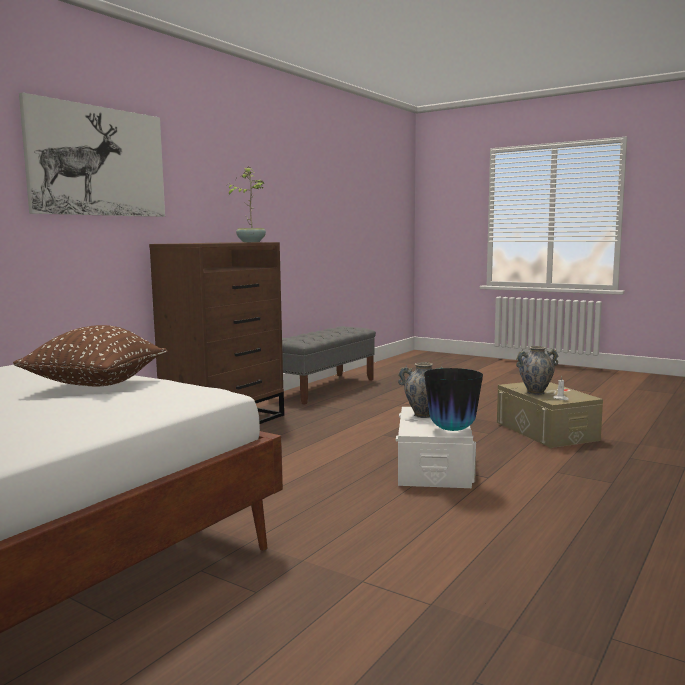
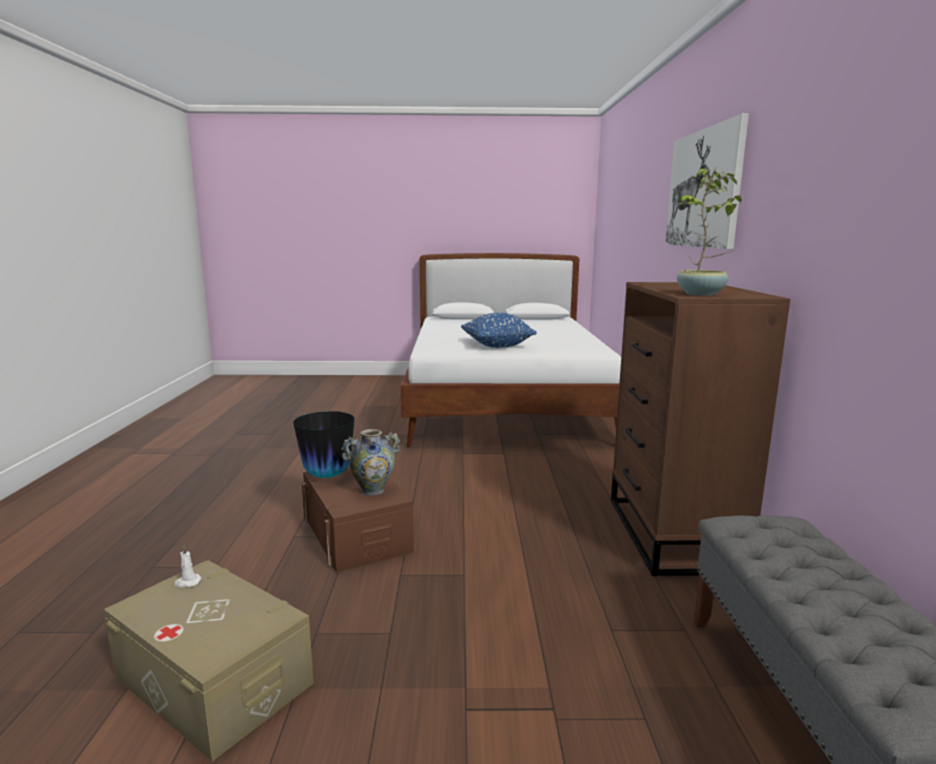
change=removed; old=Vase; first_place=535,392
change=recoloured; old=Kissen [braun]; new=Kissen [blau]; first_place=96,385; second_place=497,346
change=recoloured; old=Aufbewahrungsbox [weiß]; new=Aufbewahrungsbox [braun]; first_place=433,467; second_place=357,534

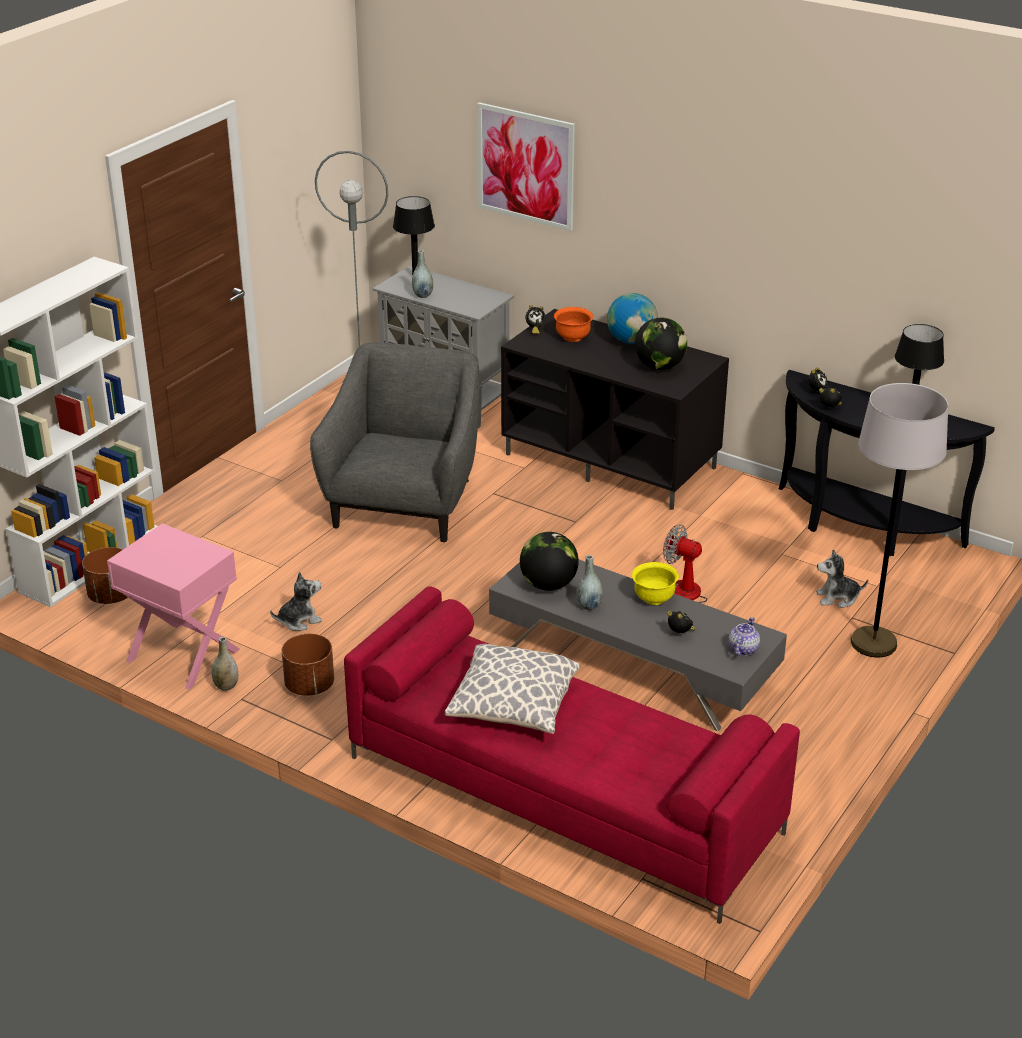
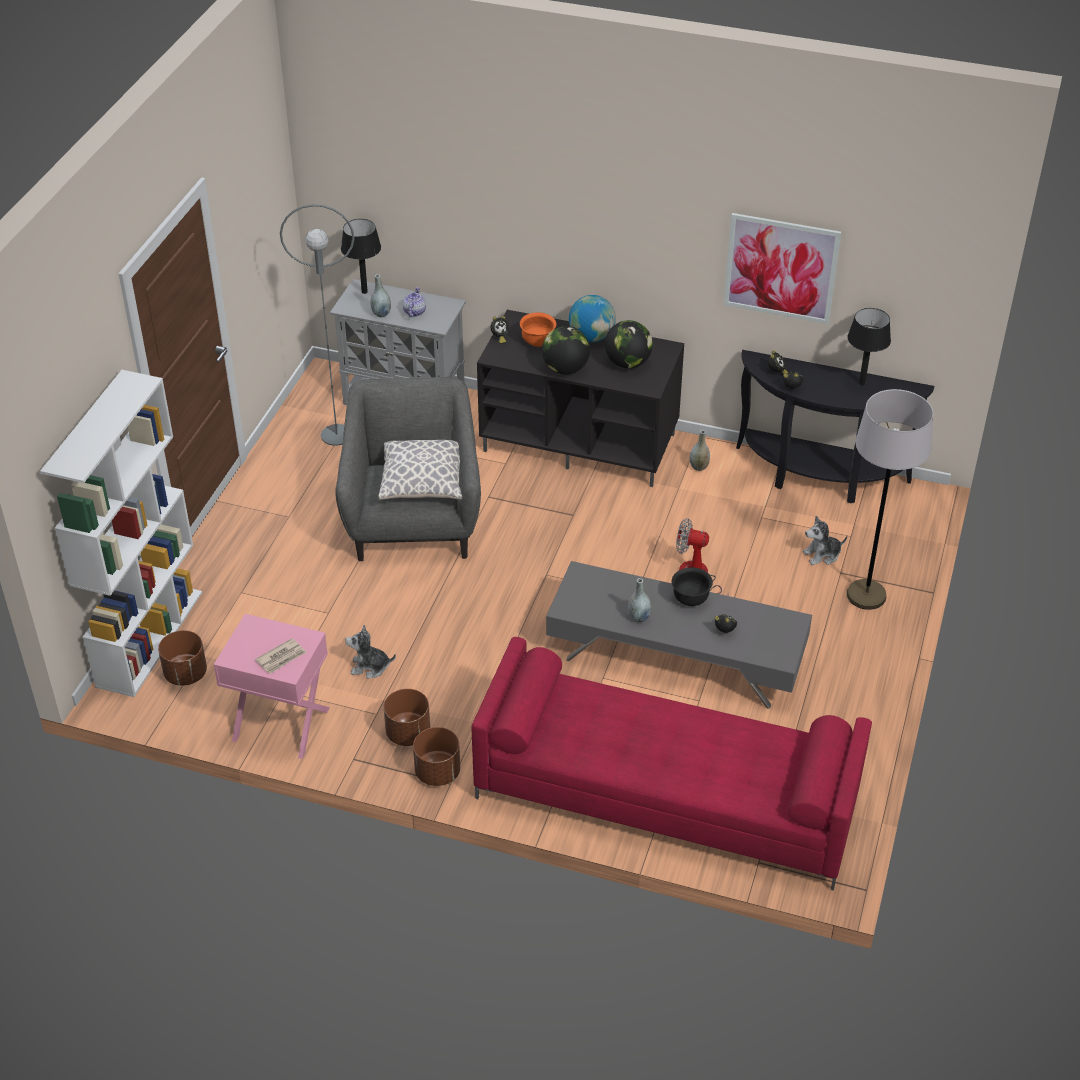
change=added; new=Zeitung; second_place=281,658
change=added; new=Pflanzkübel [braun]; second_place=437,772
change=moved; old=Vase [grau]; first_place=226,686; second_place=699,467
change=moved; old=Kissen; first_place=513,707; second_place=423,484
change=moved; old=Bild; first_place=526,166; second_place=781,268
change=moved; old=Globus; first_place=548,585; second_place=565,369
change=moved; old=Teekanne; first_place=742,649; second_place=414,311
change=recoloured; old=Schüssel [gelb]; new=Schüssel [schwarz]; first_place=654,598; second_place=690,599
change=turned; old=Plüschtier; first_place=299,620; second_place=370,667; degrees=-135

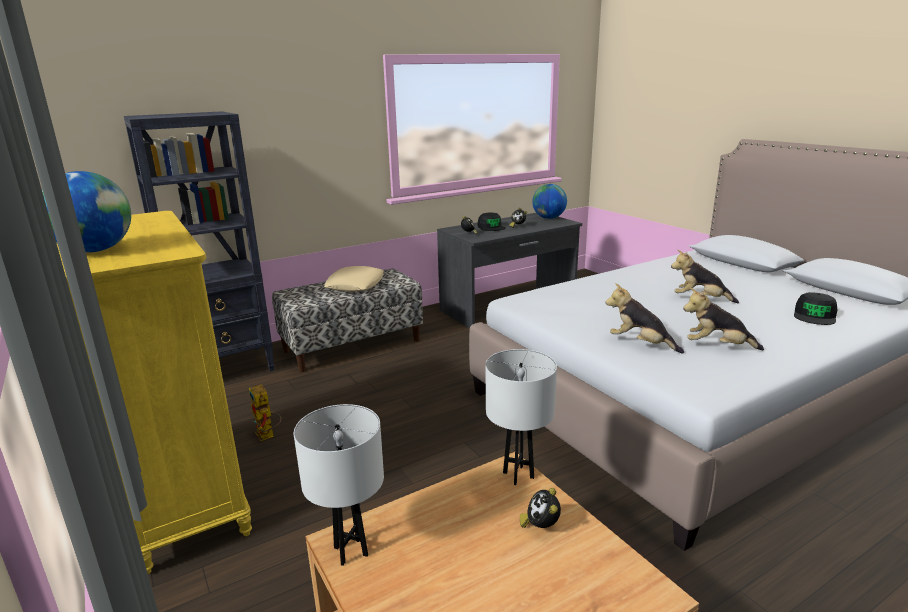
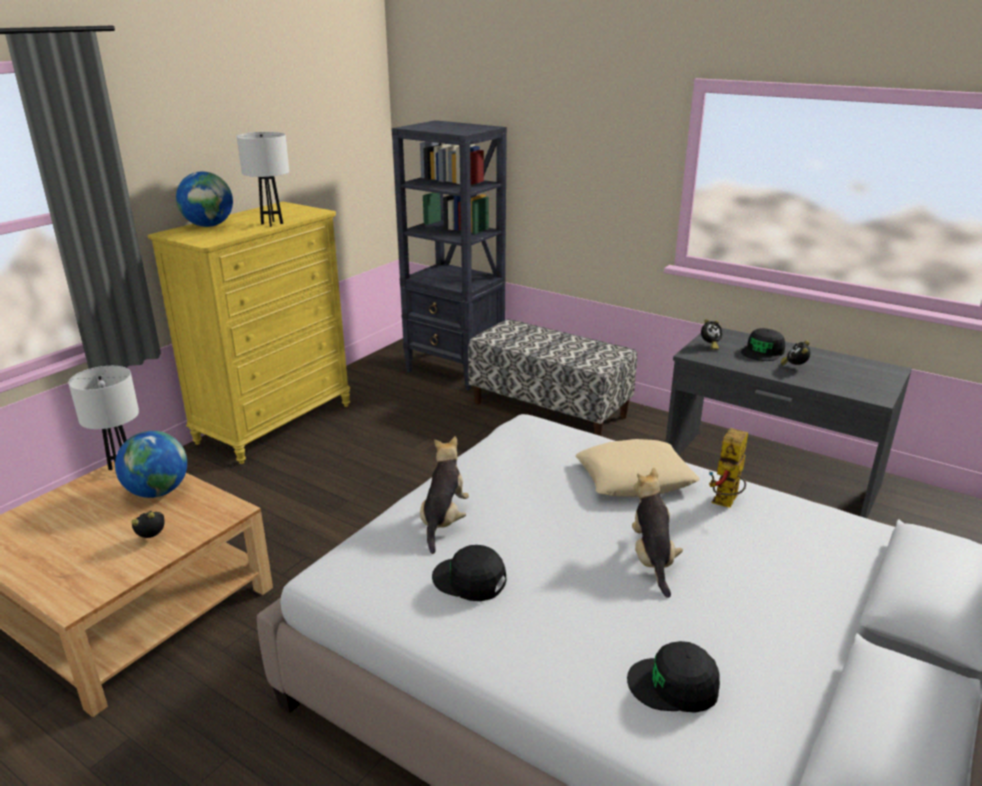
change=moved; old=Spielzeugroboter; first_place=268,436; second_place=725,503
change=moved; old=Kissen [beige]; first_place=355,285; second_place=634,478
change=moved; old=Tischlampe [weiß]; first_place=518,475; second_place=272,223
change=moved; old=Globus; first_place=548,218; second_place=158,492
change=replaced; old=Plüschtier; new=Kappe [schwarz]; first_place=717,346; second_place=470,580

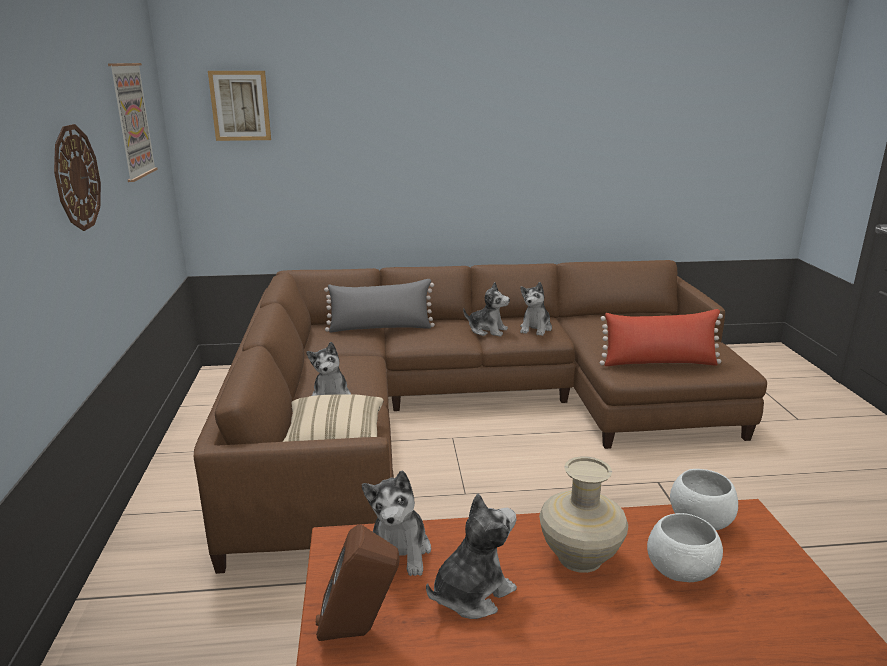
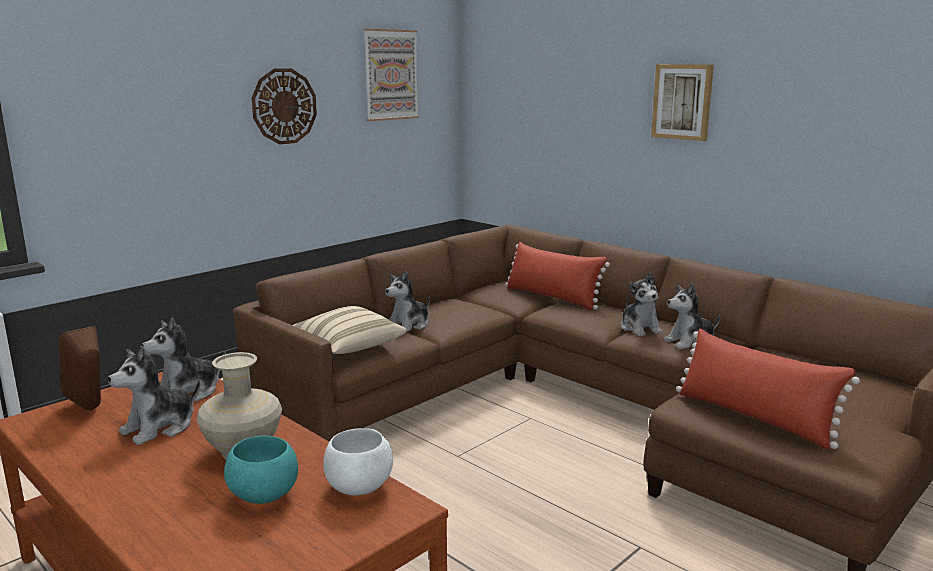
change=moved; old=Bild; first_place=240,105; second_place=682,102
change=recoloured; old=Kissen [grau]; new=Kissen [rot]; first_place=380,328; second_place=552,297
change=recoloured; old=Schüssel [weiß]; new=Schüssel [türkis]; first_place=681,573; second_place=263,497
change=turned; old=Plüschtier; first_place=471,593; second_place=160,427; degrees=120

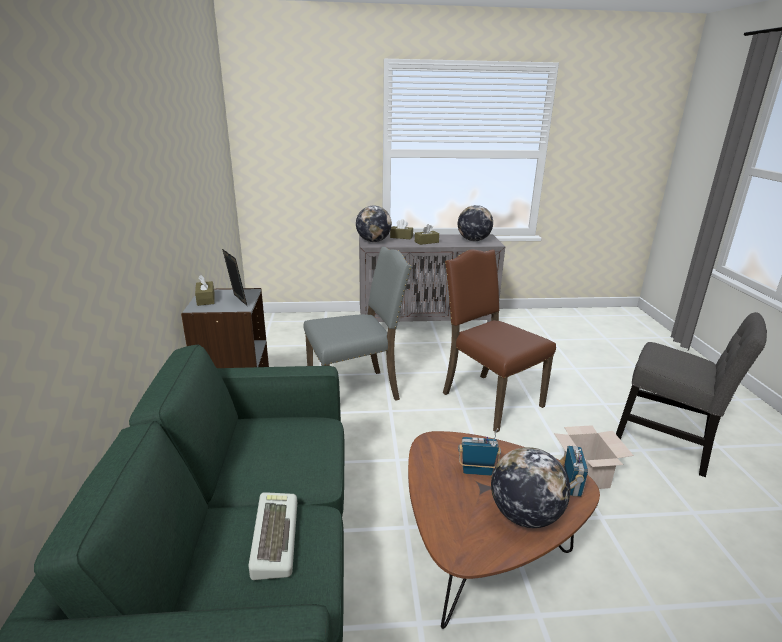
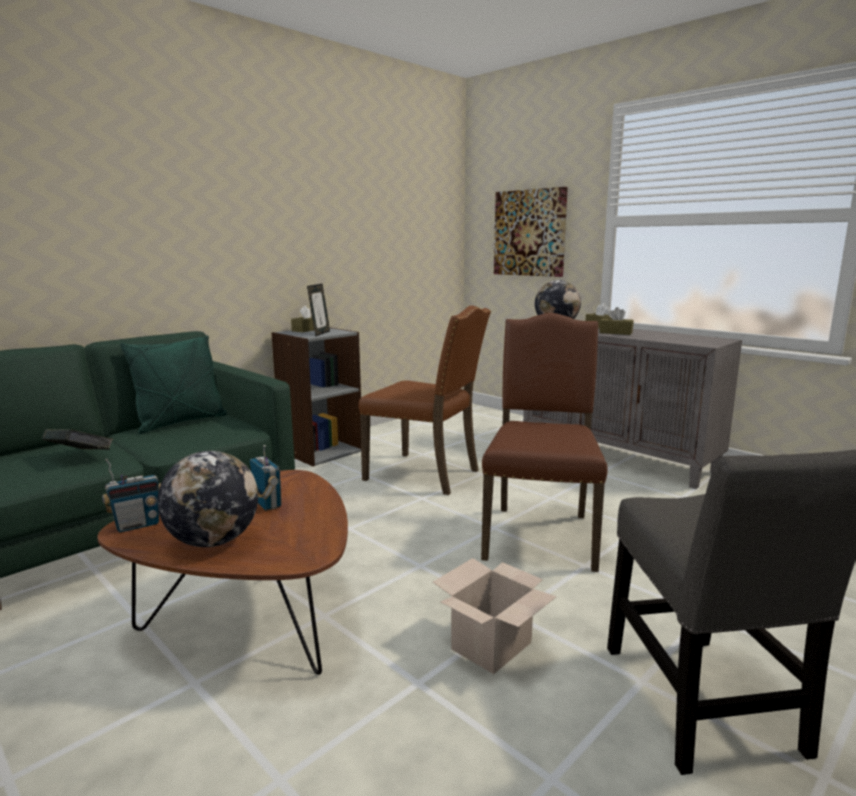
change=removed; old=Globus; first_place=473,240
change=added; new=Kissen [grün]; second_place=181,422
change=added; new=Bild; second_place=530,233
change=moved; old=Radio; first_place=570,486; second_place=137,525
change=replaced; old=Tastatur; new=Buch; first_place=273,538; second_place=80,458
change=recoloured; old=Stuhl [grau]; new=Stuhl [braun]; first_place=355,391; second_place=425,474

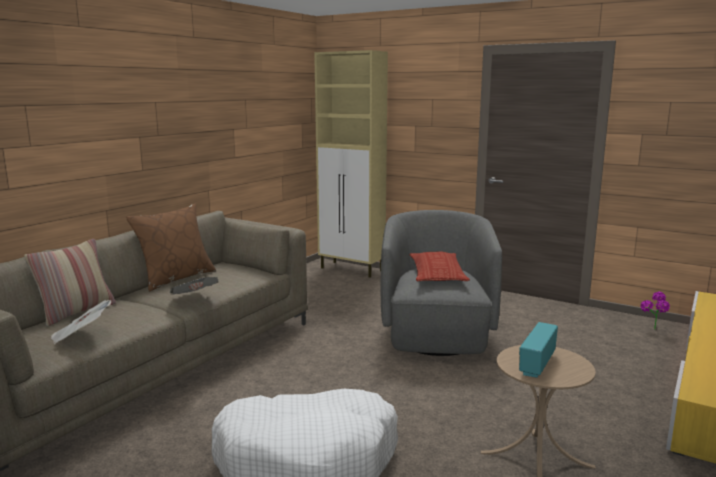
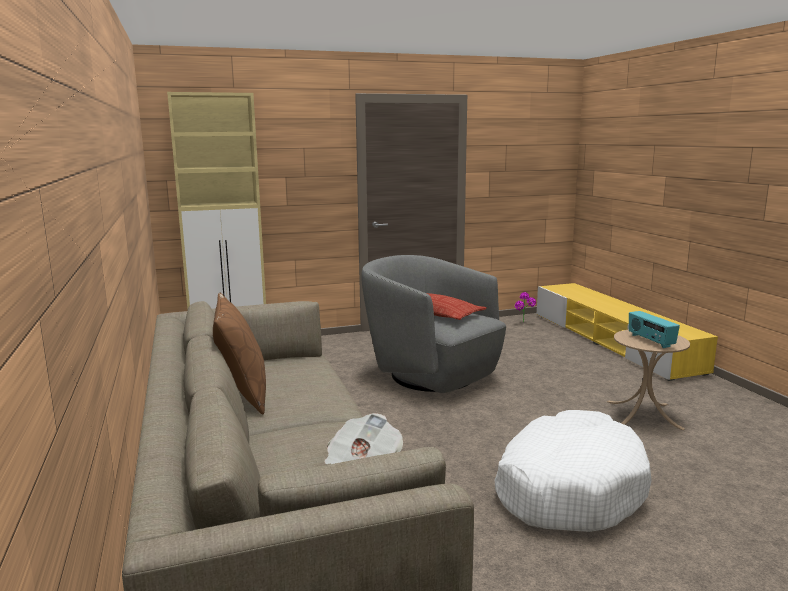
change=removed; old=Kissen; first_place=76,312
change=removed; old=Zeitung; first_place=195,299

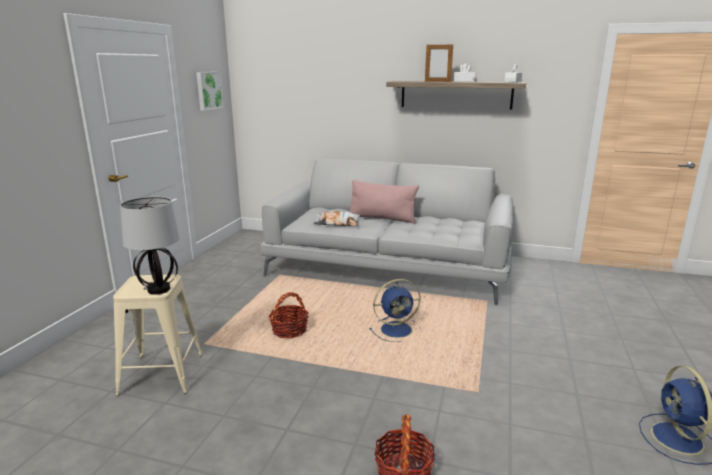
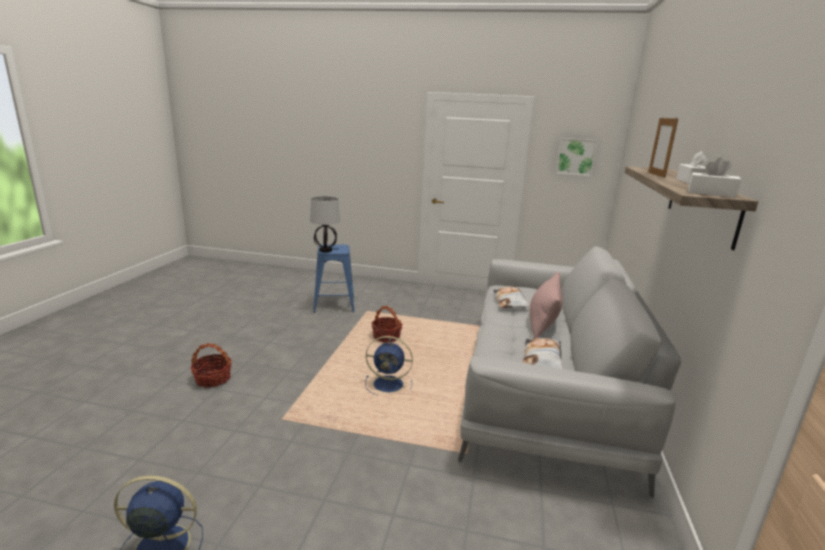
change=added; new=Kissen; second_place=542,358
change=recoloured; old=Hocker [beige]; new=Hocker [blau]; first_place=162,374; second_place=334,304
change=turned; old=Ventilator [blau]; first_place=397,329; second_place=389,384; degrees=-60

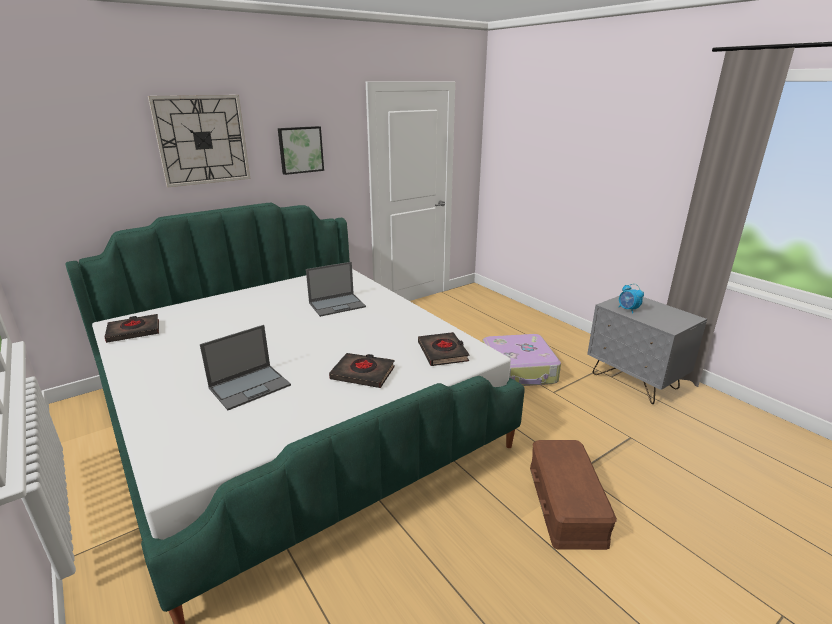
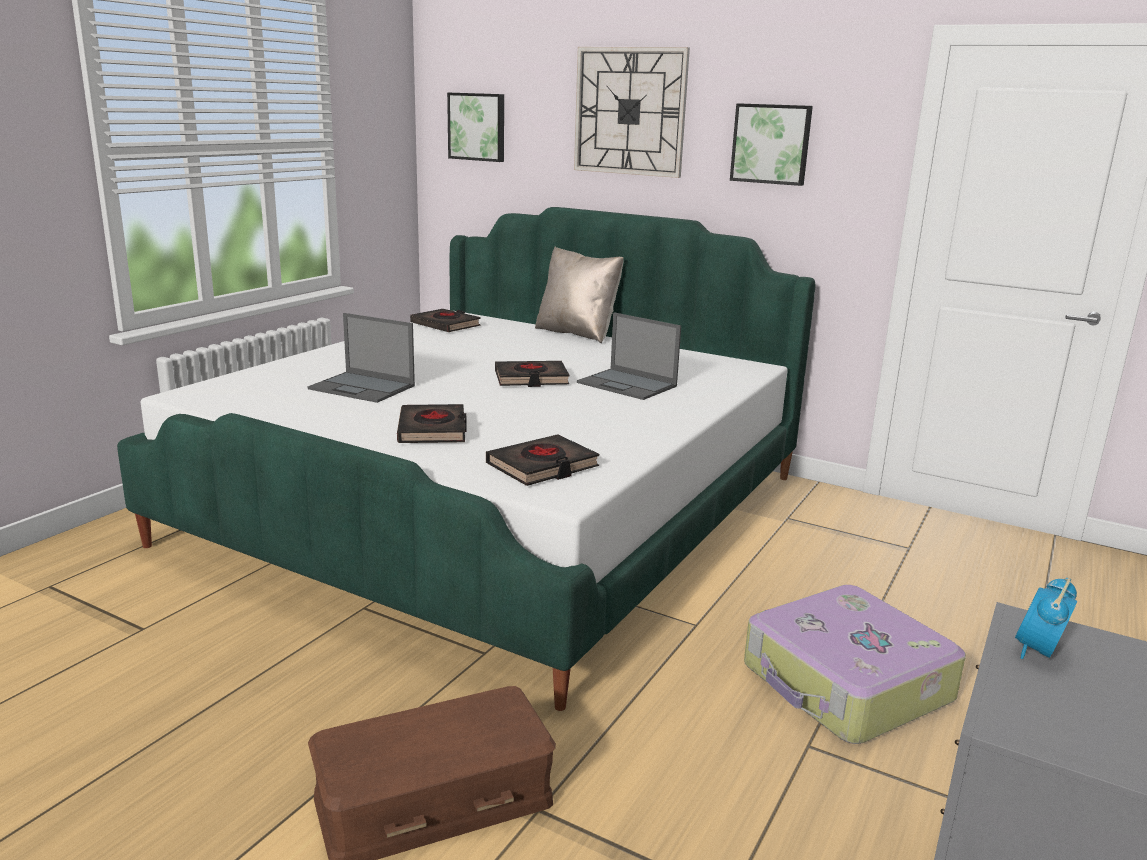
change=added; new=Bild; second_place=477,127
change=added; new=Buch [schwarz]; second_place=531,379
change=added; new=Kissen [beige]; second_place=577,333

